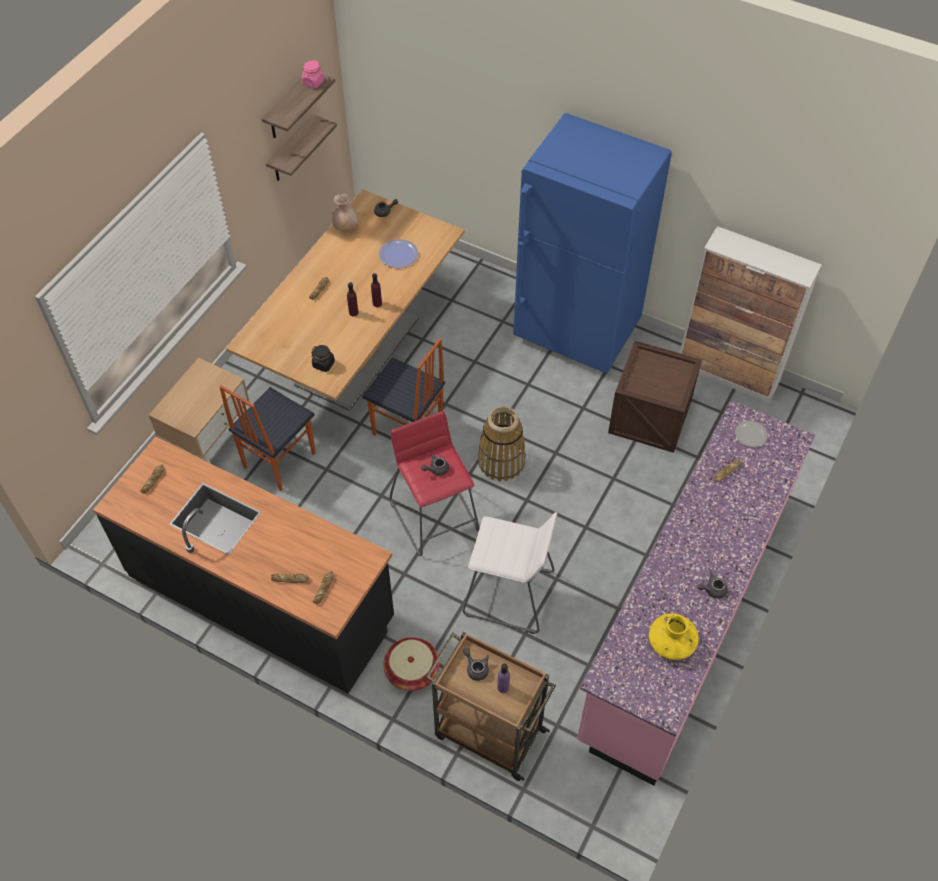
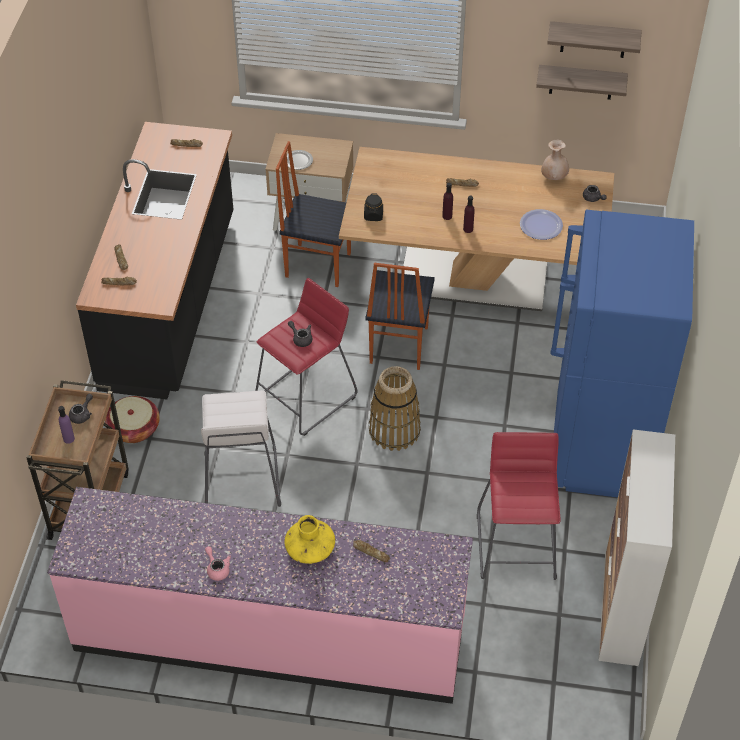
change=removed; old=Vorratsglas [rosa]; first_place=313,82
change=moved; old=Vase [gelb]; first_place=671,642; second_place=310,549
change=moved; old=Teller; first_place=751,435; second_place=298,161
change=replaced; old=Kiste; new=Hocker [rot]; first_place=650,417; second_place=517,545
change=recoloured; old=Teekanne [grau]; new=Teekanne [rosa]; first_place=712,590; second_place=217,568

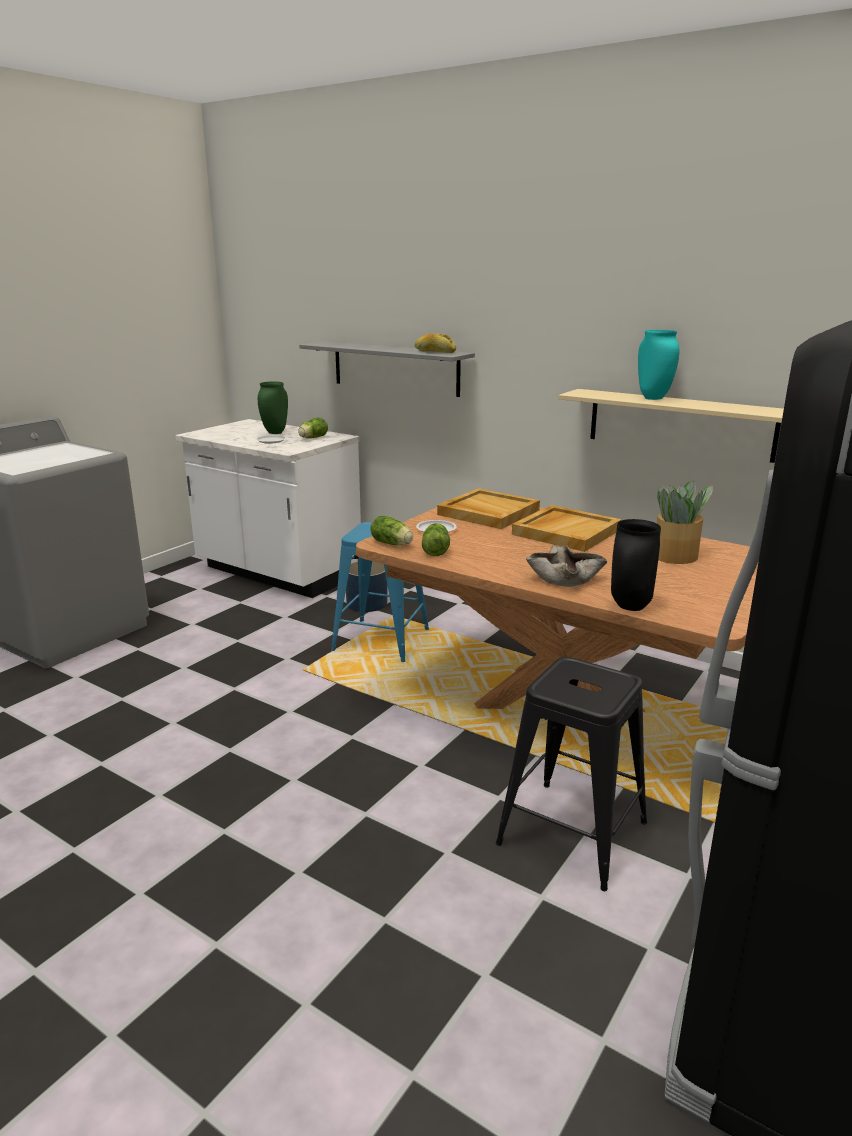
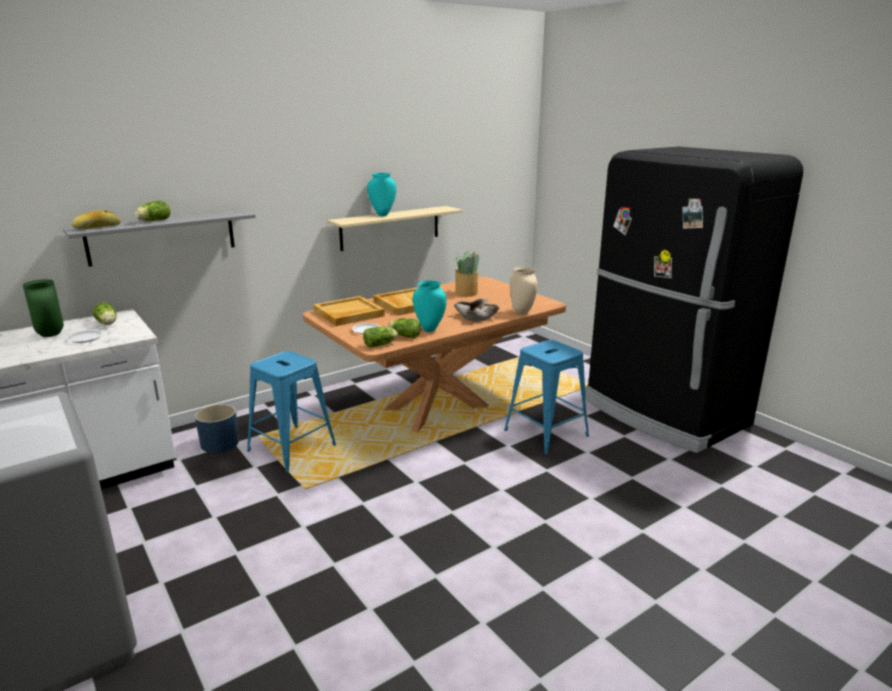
change=added; new=Salatkopf; second_place=153,221
change=added; new=Vase [türkis]; second_place=430,329
change=moved; old=Brot; first_place=435,352; second_place=97,227
change=recoloured; old=Hocker [schwarz]; new=Hocker [blau]; first_place=573,833; second_place=546,433
change=recoloured; old=Vase [schwarz]; new=Vase [beige]; first_place=629,606; second_place=521,313

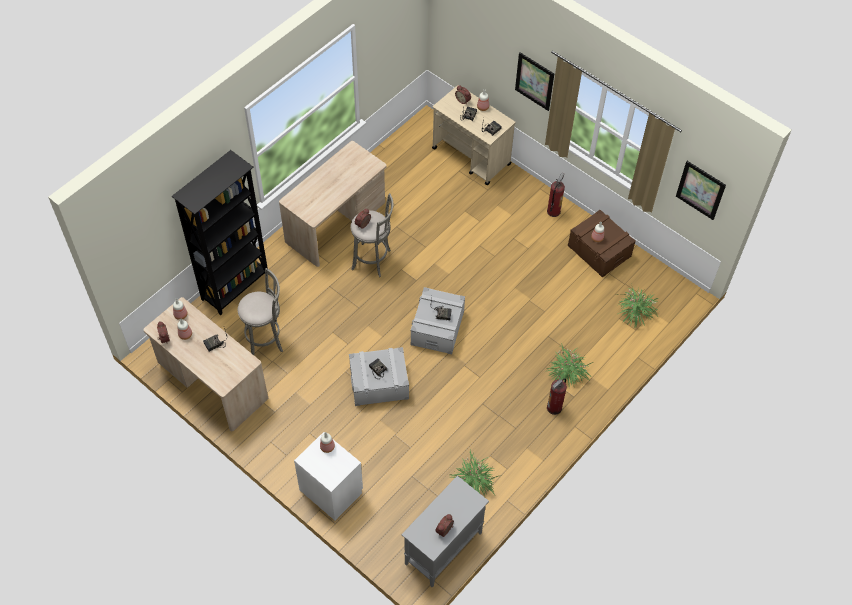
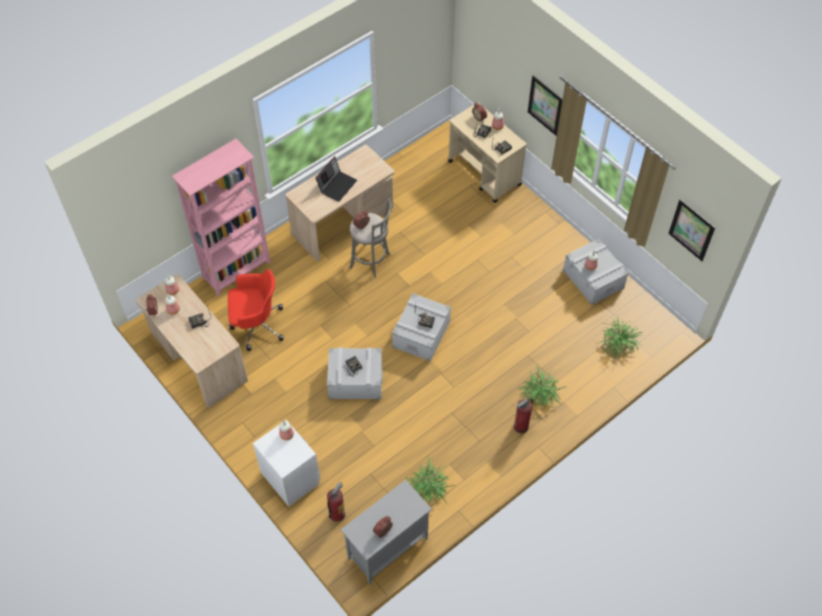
change=added; new=Laptop; second_place=337,185
change=moved; old=Feuerlöscher; first_place=553,211; second_place=337,514
change=replaced; old=Hocker [grau]; new=Bürostuhl [rot]; first_place=266,340; second_place=256,325
change=recoloured; old=Bücherregal [schwarz]; new=Bücherregal [rosa]; first_place=236,287; second_place=237,271
change=recoloured; old=Aufbewahrungsbox [braun]; new=Aufbewahrungsbox [grau]; first_place=599,251; second_place=593,279

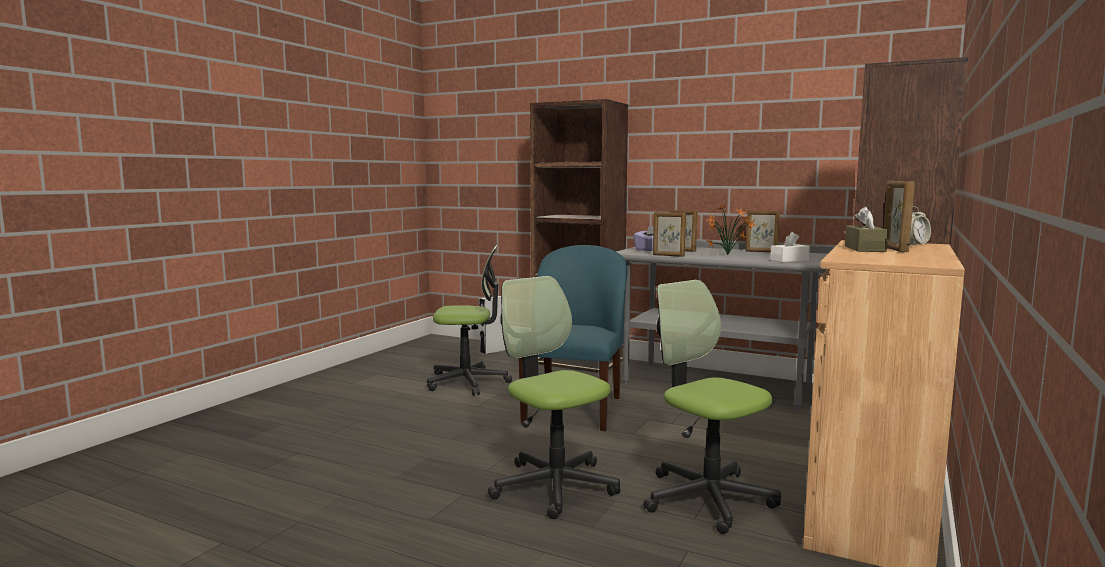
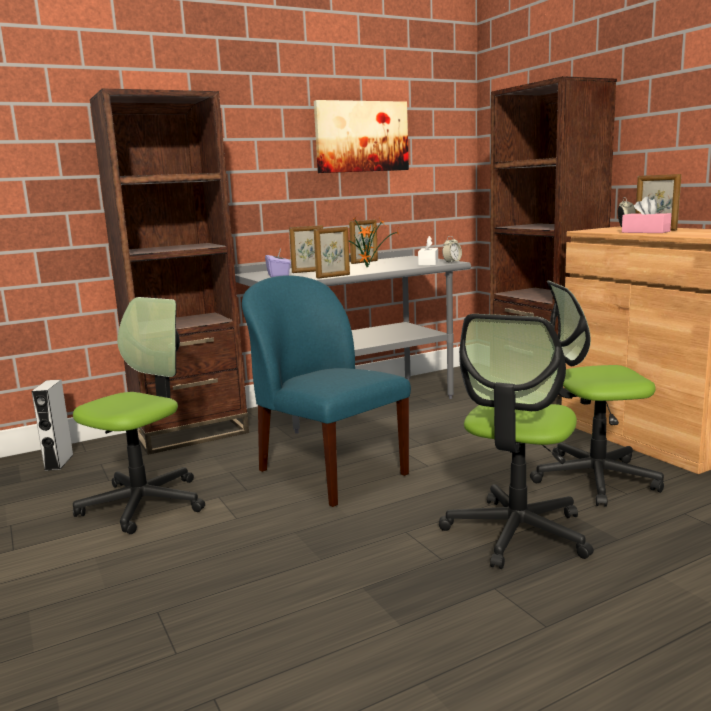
change=added; new=Bild; second_place=361,137
change=added; new=Wecker; second_place=452,262
change=recoloured; old=Taschentuchbox [braun]; new=Taschentuchbox [rosa]; first_place=864,249; second_place=645,232
change=turned; old=Bürostuhl; first_place=554,486; second_place=516,533; degrees=-60

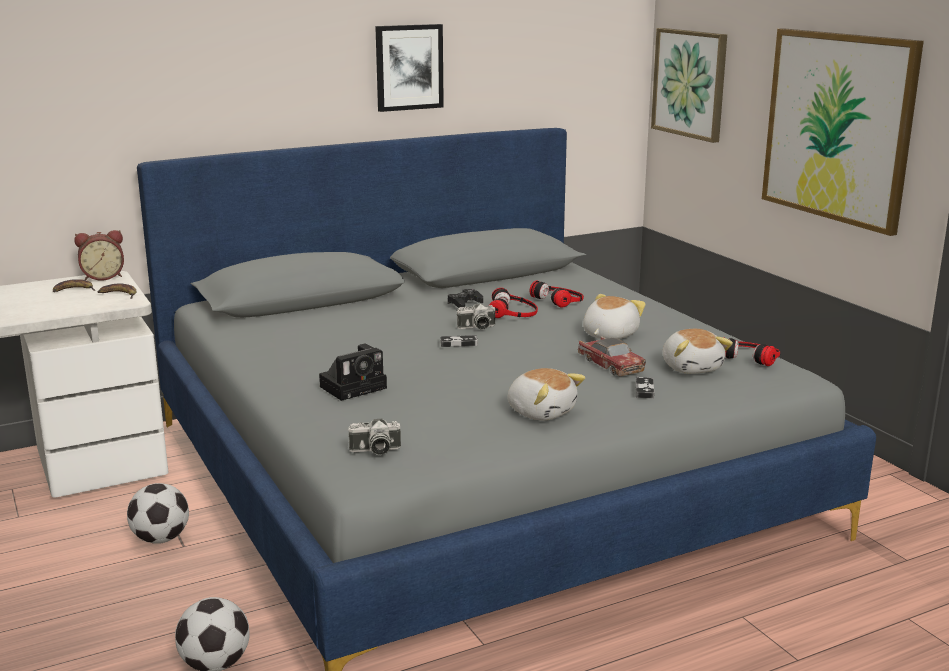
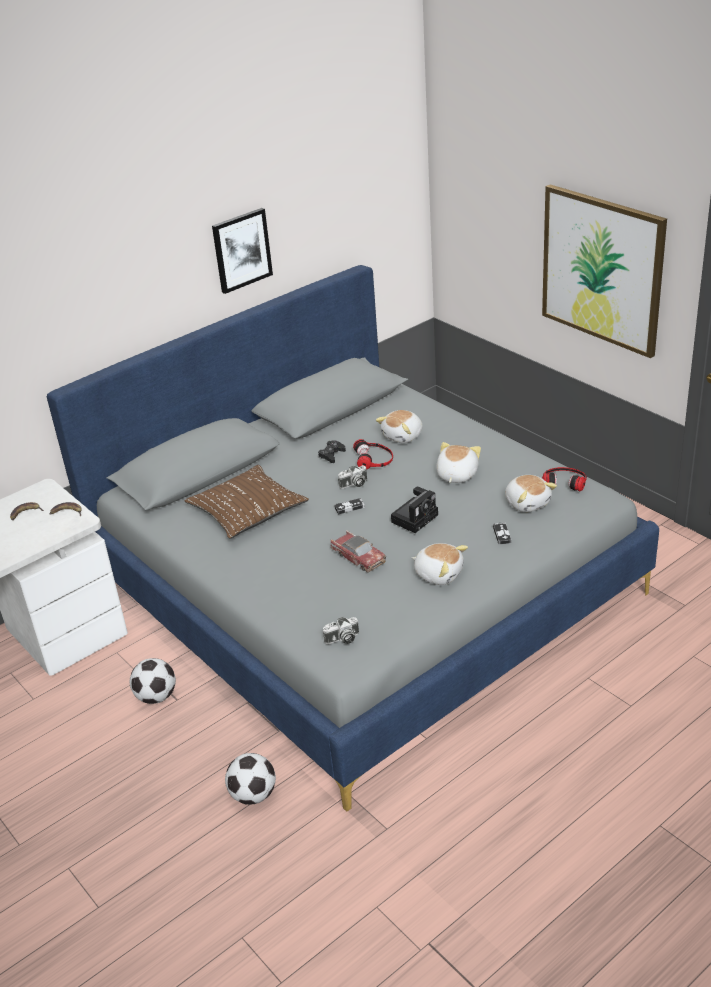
change=removed; old=Wecker; first_place=103,277
change=removed; old=Bild; first_place=690,83
change=added; new=Kissen [braun]; second_place=247,511
change=moved; old=Kamera; first_place=355,386; second_place=415,517
change=moved; old=Spielzeugauto; first_place=610,364; second_place=358,557
change=replaced; old=Kopfhörer; new=Plüschtier; first_place=559,299; second_place=403,436

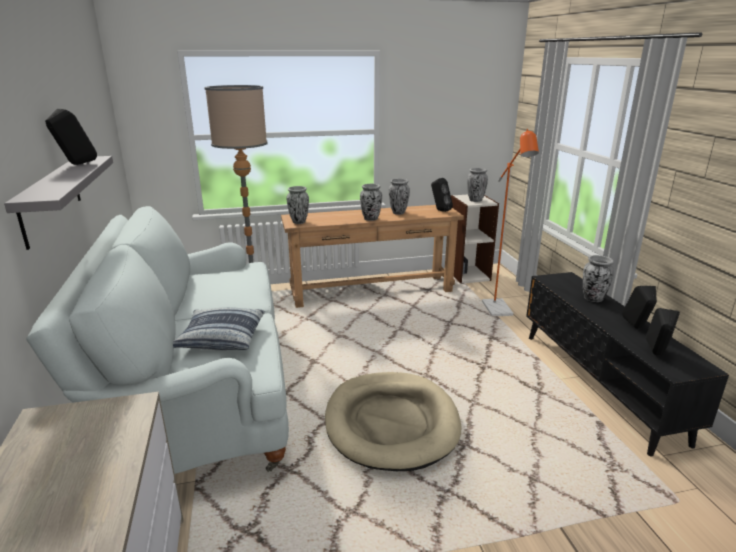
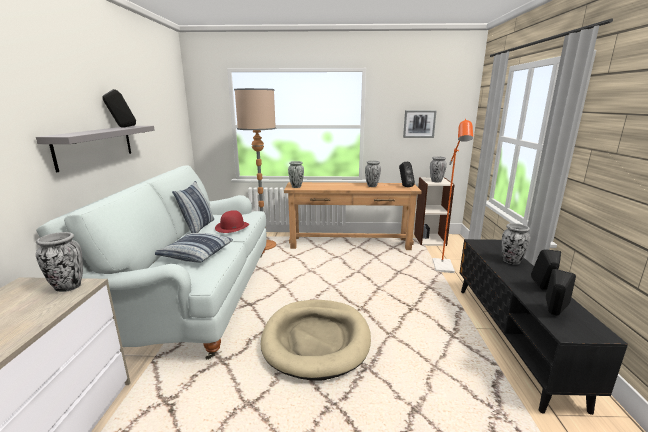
change=added; new=Kissen; second_place=198,227
change=added; new=Hut [rot]; second_place=232,227
change=added; new=Bild; second_place=419,124
change=moved; old=Vase; first_place=371,219; second_place=68,287

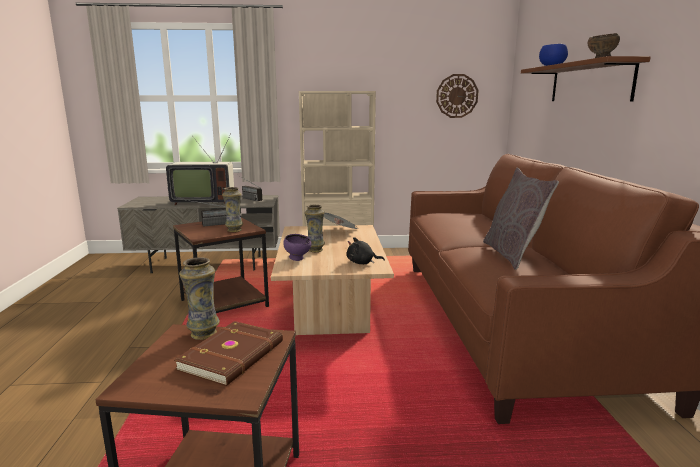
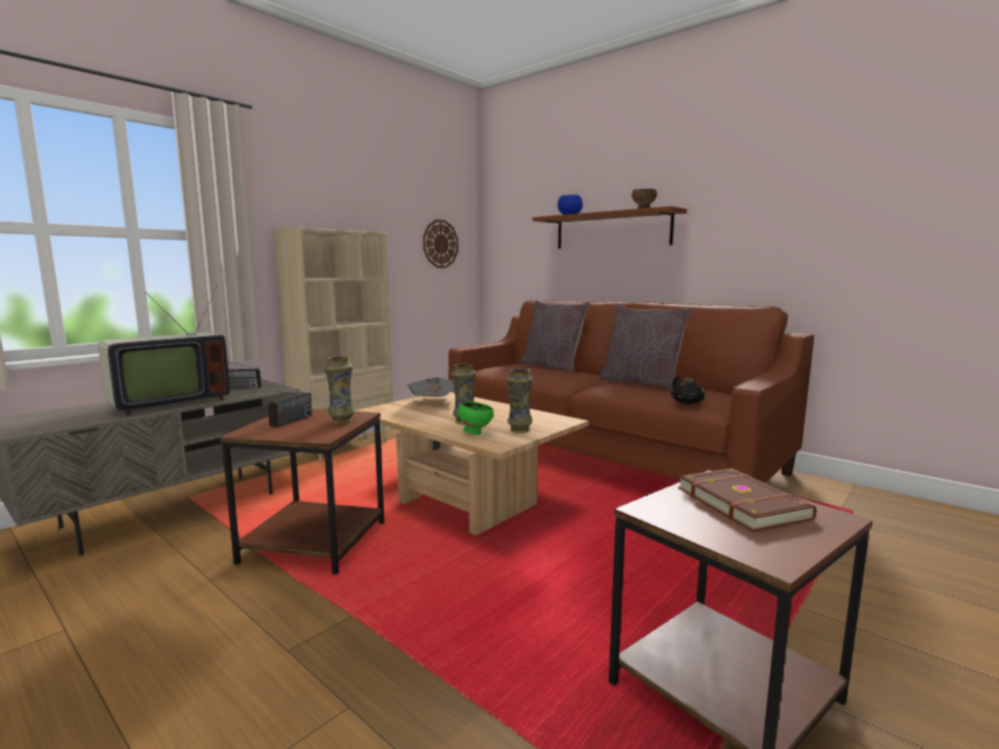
change=added; new=Kissen [grau]; second_place=552,367
change=moved; old=Vase; first_place=203,333; second_place=519,430
change=moved; old=Plüschtier [schwarz]; first_place=362,263; second_place=687,403
change=recoloured; old=Schüssel [lila]; new=Schüssel [grün]; first_place=298,259; second_place=475,433

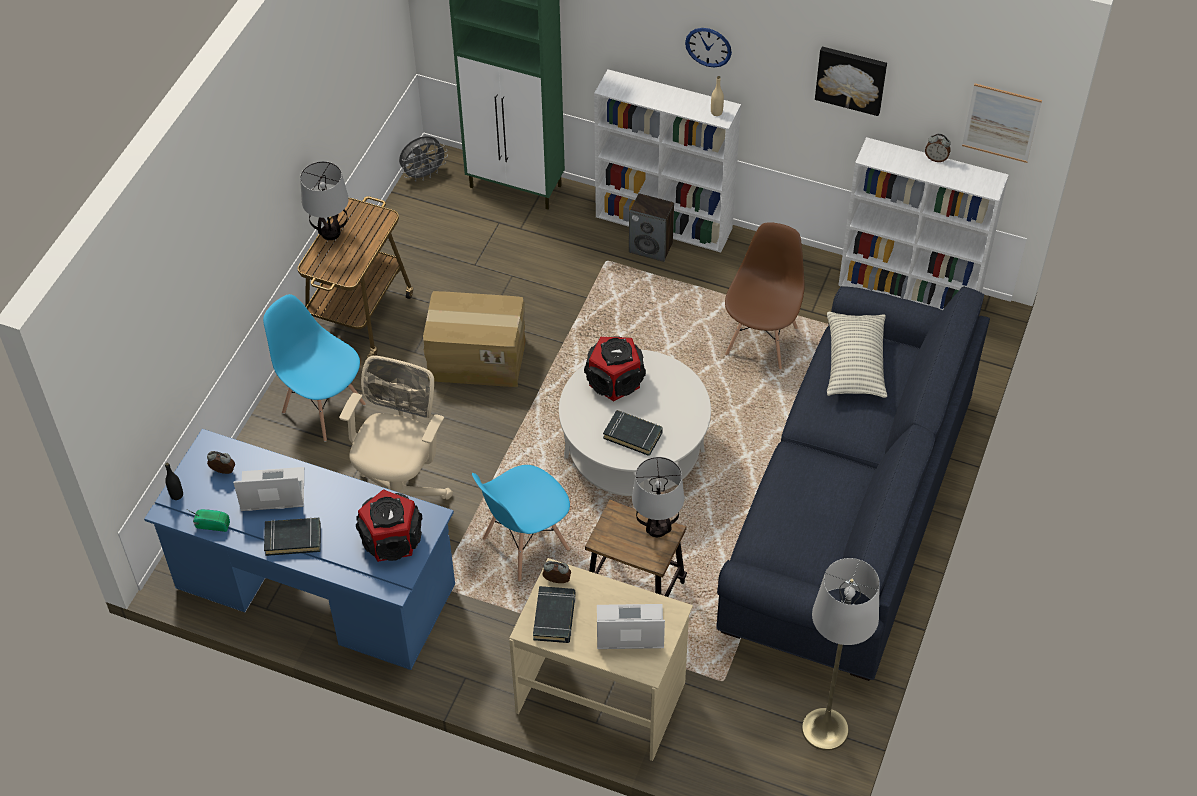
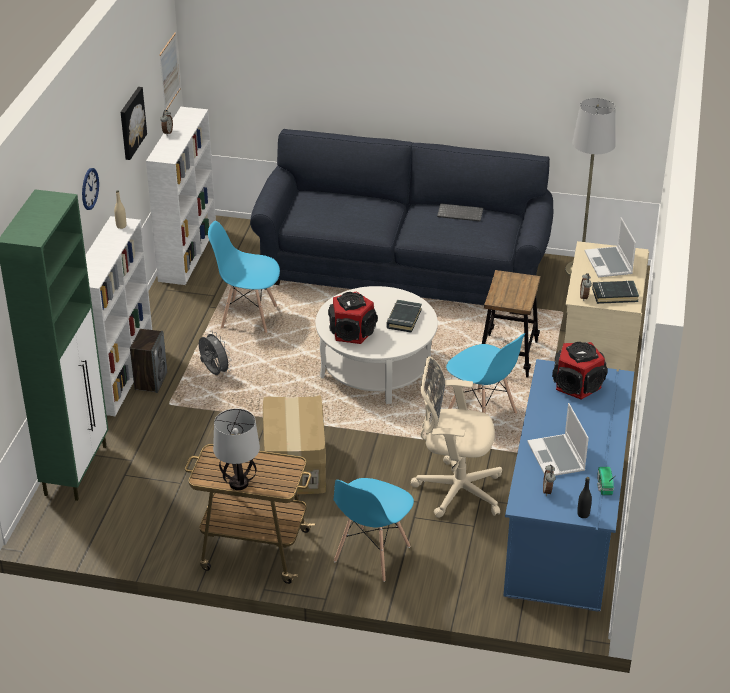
change=removed; old=Buch [schwarz]; first_place=293,539
change=removed; old=Tischlampe; first_place=657,528
change=removed; old=Kissen; first_place=855,364
change=added; new=Tastatur; second_place=460,213
change=moved; old=Ventilator [grau]; first_place=424,174; second_place=214,372
change=recoloured; old=Stuhl [braun]; new=Stuhl [blau]; first_place=762,340; second_place=248,317

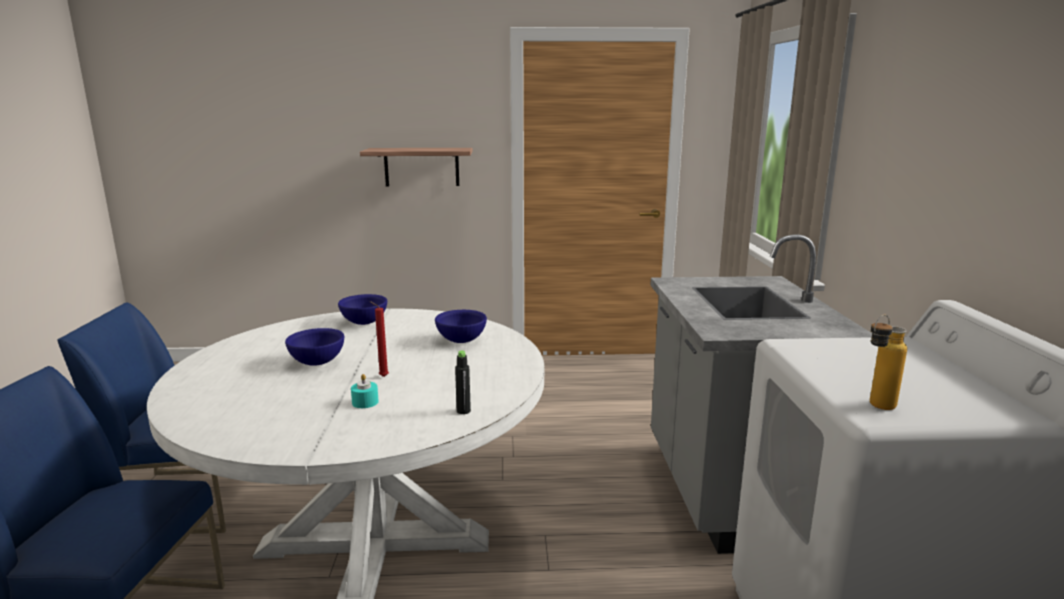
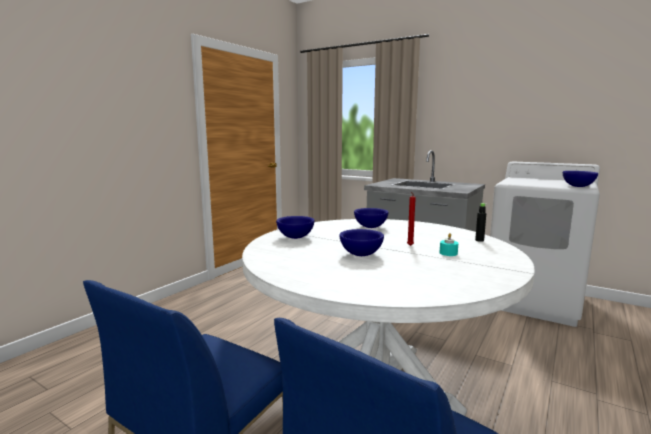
change=removed; old=Wandregal; first_place=421,167
change=replaced; old=Flasche; new=Schüssel [blau]; first_place=875,407; second_place=578,186

